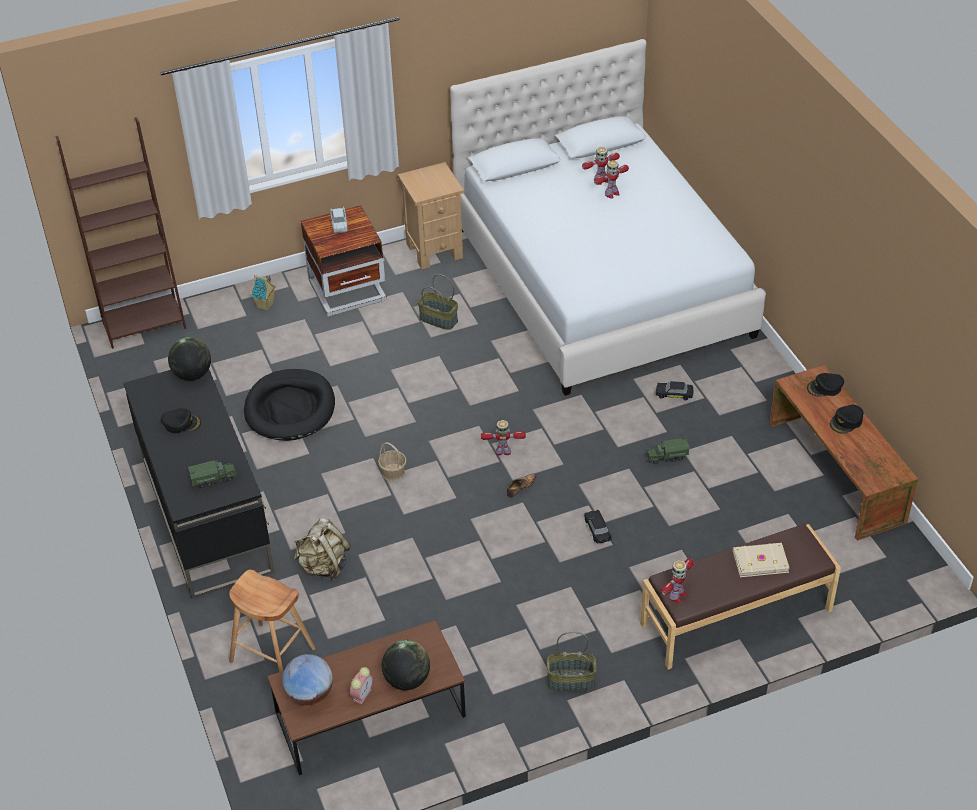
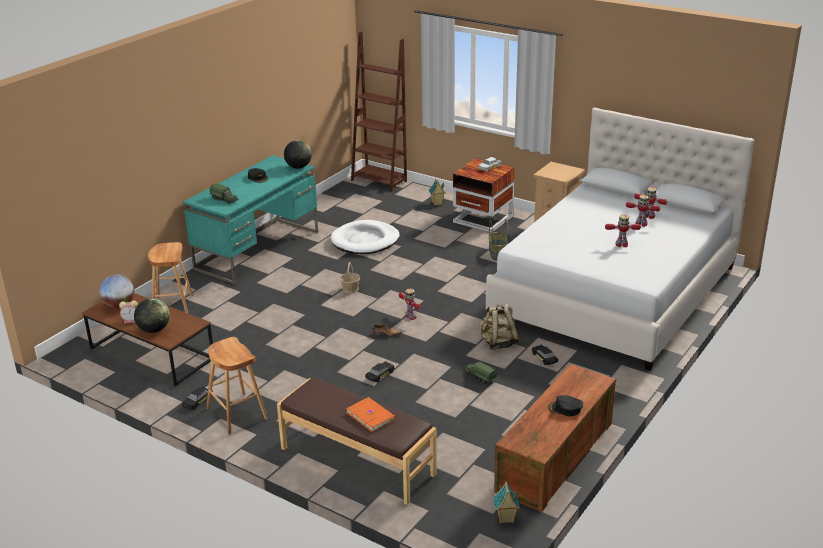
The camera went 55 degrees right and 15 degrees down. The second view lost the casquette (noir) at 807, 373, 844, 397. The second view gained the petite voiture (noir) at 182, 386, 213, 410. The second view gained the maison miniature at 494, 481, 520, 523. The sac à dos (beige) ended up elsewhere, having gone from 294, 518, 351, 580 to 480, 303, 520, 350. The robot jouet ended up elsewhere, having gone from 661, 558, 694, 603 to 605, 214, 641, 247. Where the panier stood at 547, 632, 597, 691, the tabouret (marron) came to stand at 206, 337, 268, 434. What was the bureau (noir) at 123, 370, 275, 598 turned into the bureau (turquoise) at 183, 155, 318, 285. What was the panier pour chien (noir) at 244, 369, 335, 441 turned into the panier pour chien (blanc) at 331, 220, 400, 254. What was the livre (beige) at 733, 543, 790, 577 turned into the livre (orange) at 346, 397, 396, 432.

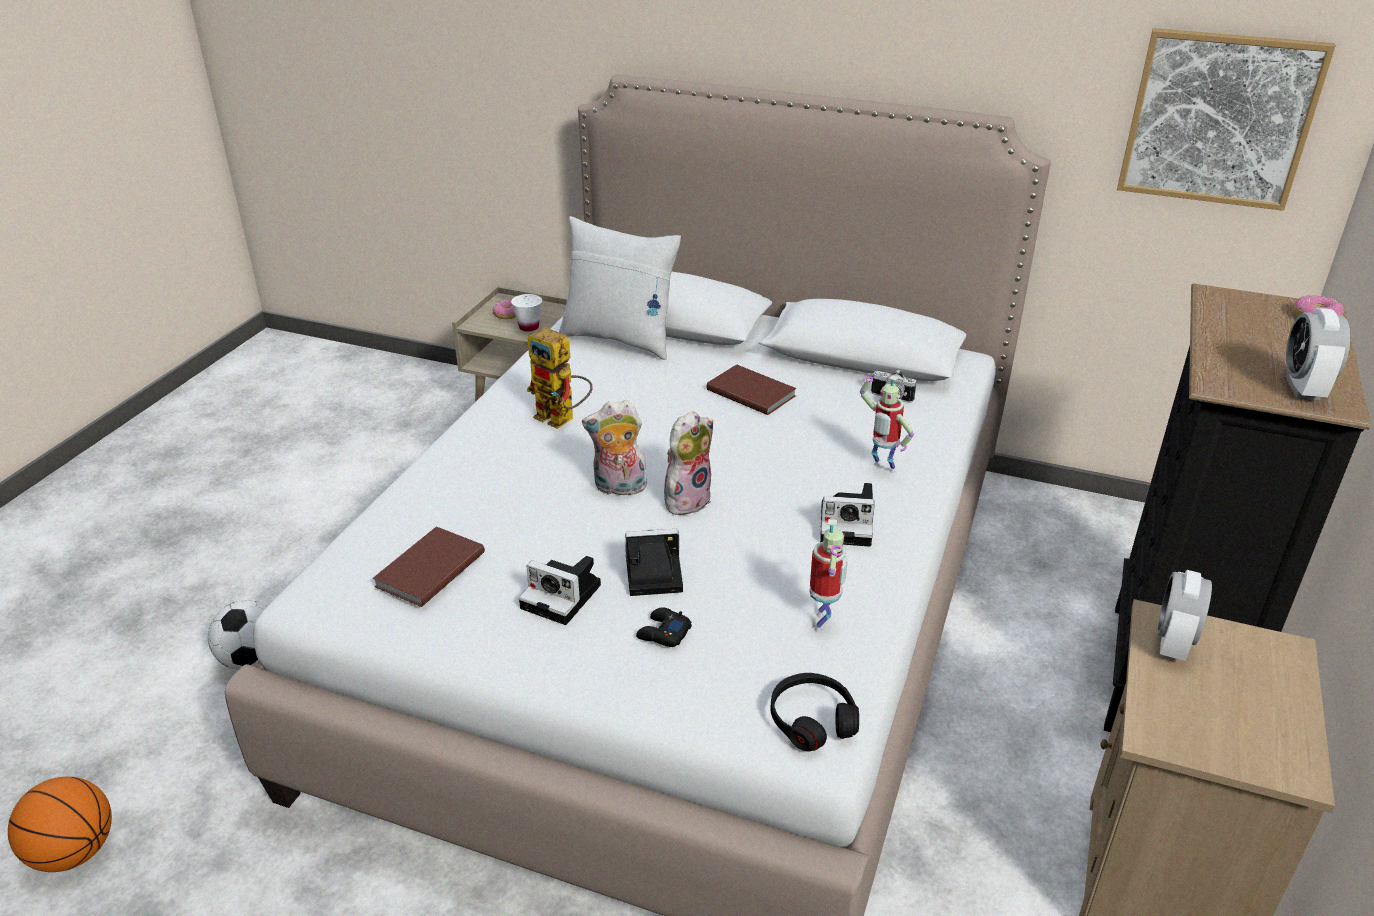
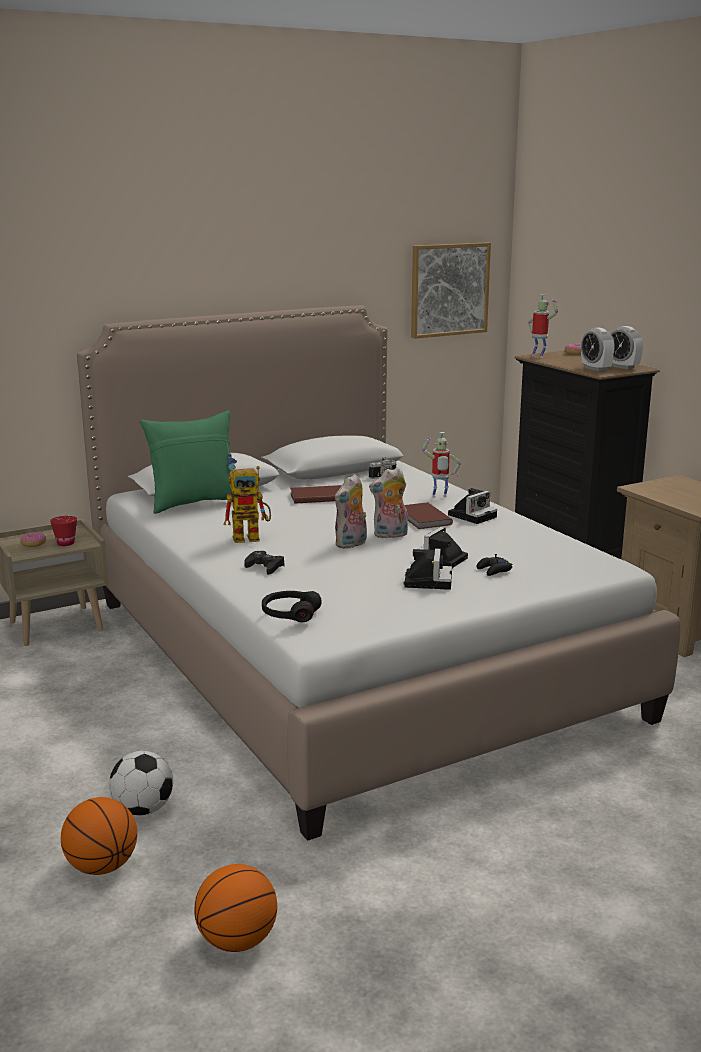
The camera went 50 degrees left and 15 degrees down. The second view gained the ballon de basket at 61, 797, 137, 875. The second view gained the manette (noir) at 244, 551, 284, 575. The livre (marron) ended up elsewhere, having gone from 372, 526, 485, 607 to 405, 502, 453, 529. The casque audio (noir) ended up elsewhere, having gone from 770, 673, 859, 751 to 262, 591, 322, 622. The robot jouet ended up elsewhere, having gone from 809, 519, 847, 632 to 528, 295, 558, 358. The réveil ended up elsewhere, having gone from 1157, 570, 1212, 661 to 581, 328, 615, 371. What was the tasse (blanc) at 511, 294, 542, 332 turned into the tasse (rouge) at 50, 516, 77, 546. What was the coussin (gris) at 559, 216, 681, 360 turned into the coussin (vert) at 140, 411, 237, 514. The appareil photo at 519, 556, 601, 625 ended up facing another way, 60 degrees counterclockwise from before. The peluche at 664, 411, 713, 515 ended up facing another way, 105 degrees counterclockwise from before.

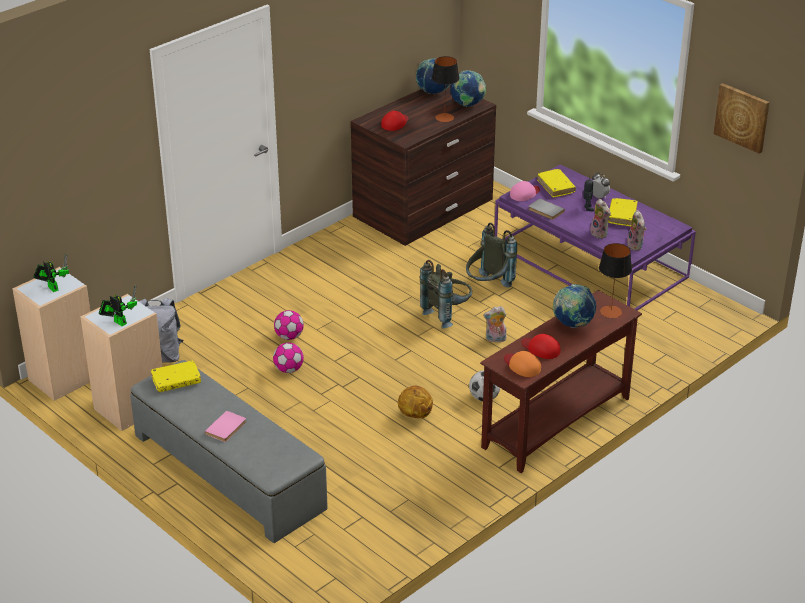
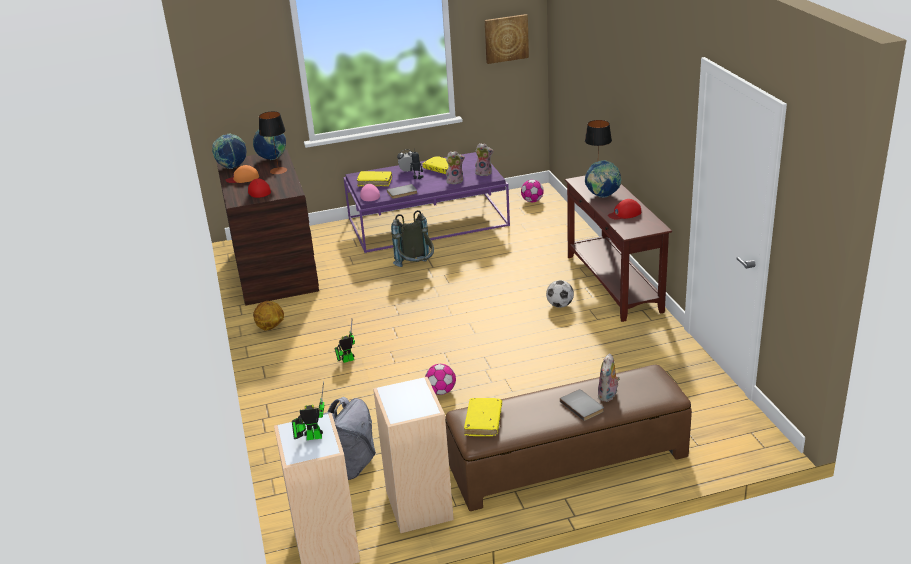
The camera went 60 degrees left and 5 degrees down. The second view lost the sac à dos (gris) at 420, 260, 472, 329. The robot jouet ended up elsewhere, having gone from 98, 285, 137, 326 to 334, 319, 355, 363. The ballon de foot ended up elsewhere, having gone from 274, 310, 304, 340 to 521, 180, 544, 202. The ballon de basket ended up elsewhere, having gone from 398, 386, 433, 418 to 253, 301, 284, 331. The peluche ended up elsewhere, having gone from 483, 306, 507, 342 to 598, 354, 620, 402. The casquette (orange) ended up elsewhere, having gone from 504, 351, 541, 377 to 226, 165, 259, 183. What was the banc (gris) at 130, 360, 328, 543 turned into the banc (marron) at 445, 364, 692, 511. What was the livre (rose) at 205, 411, 246, 442 turned into the livre (gris) at 560, 389, 604, 421.

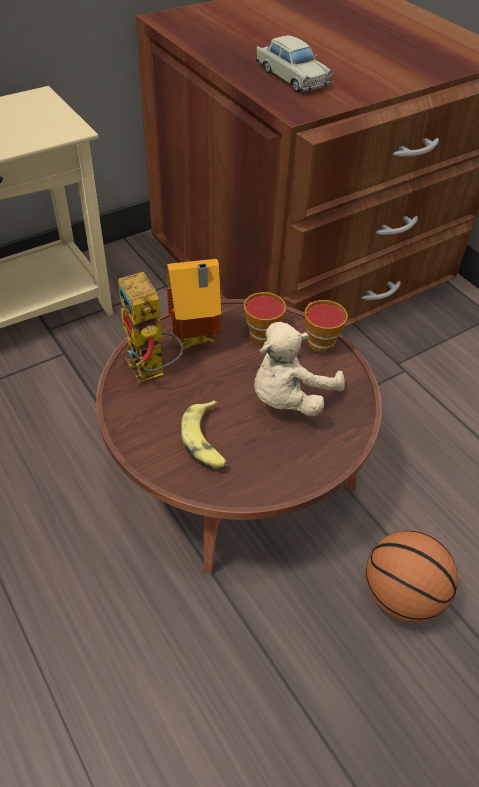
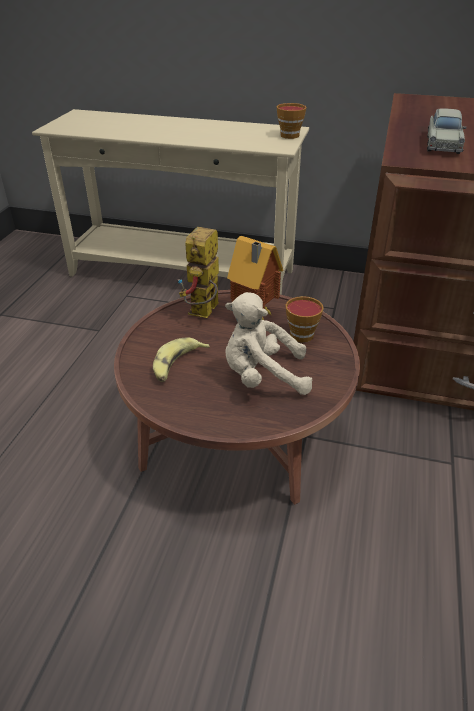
The camera went 50 degrees right and 10 degrees down. The second view lost the ballon de basket at 366, 530, 458, 623. The tasse ended up elsewhere, having gone from 304, 300, 348, 353 to 277, 103, 307, 139.

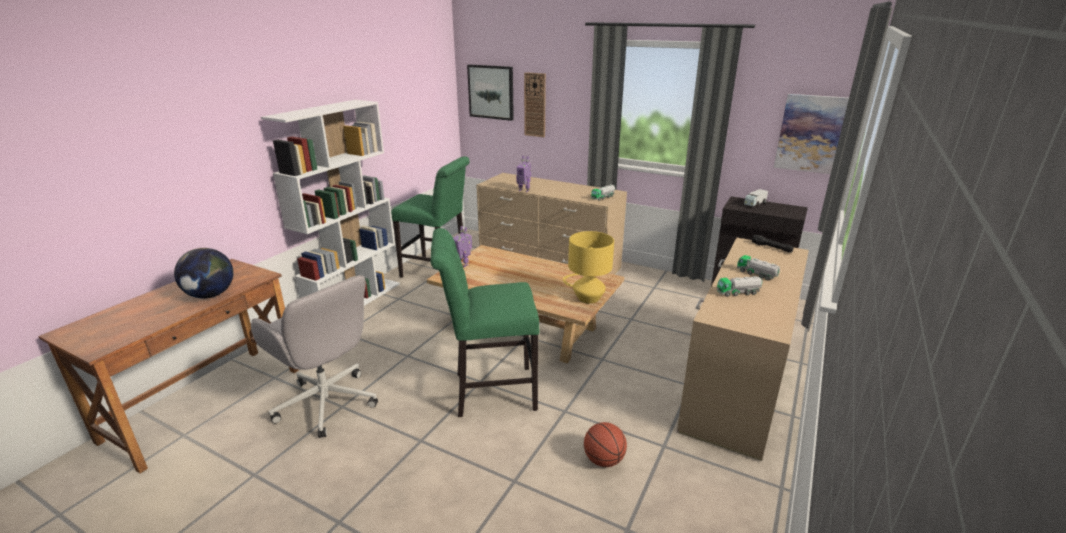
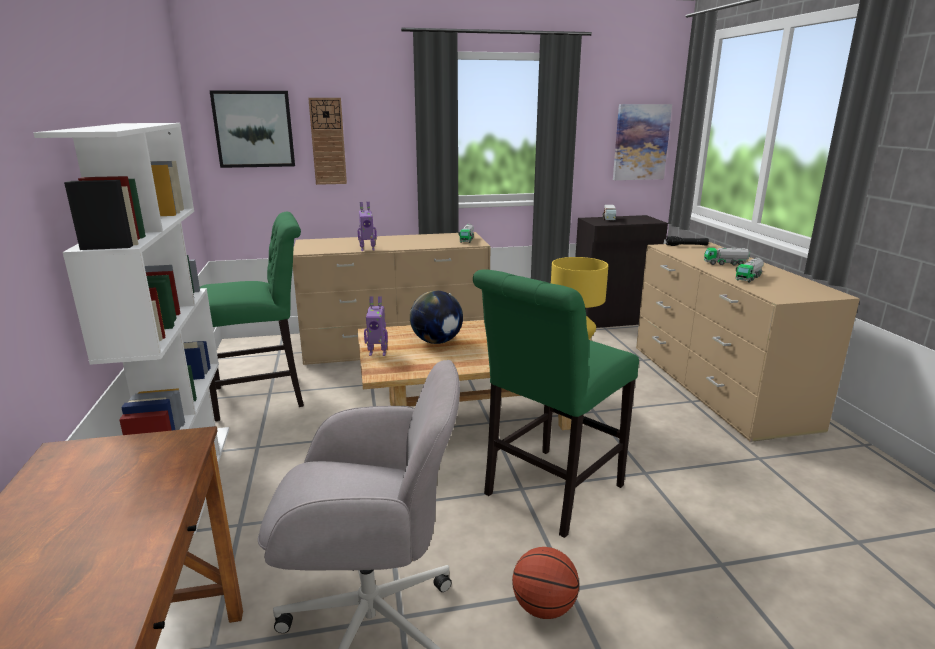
The camera went 40 degrees left and 5 degrees down. The globe ended up elsewhere, having gone from 174, 248, 233, 298 to 410, 291, 463, 344. The ballon de basket ended up elsewhere, having gone from 584, 422, 627, 467 to 512, 547, 579, 619.

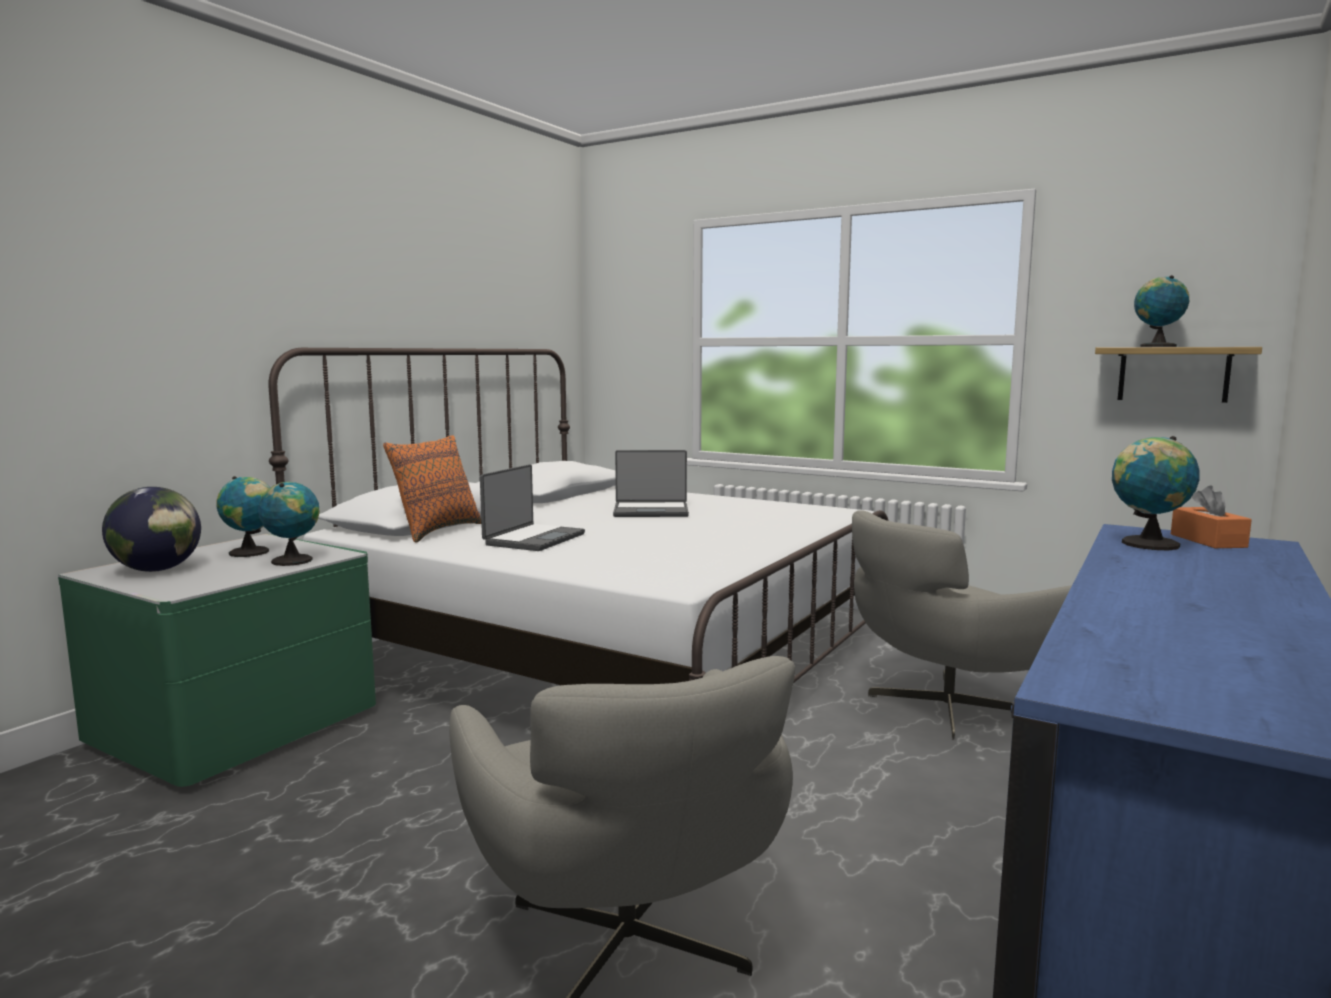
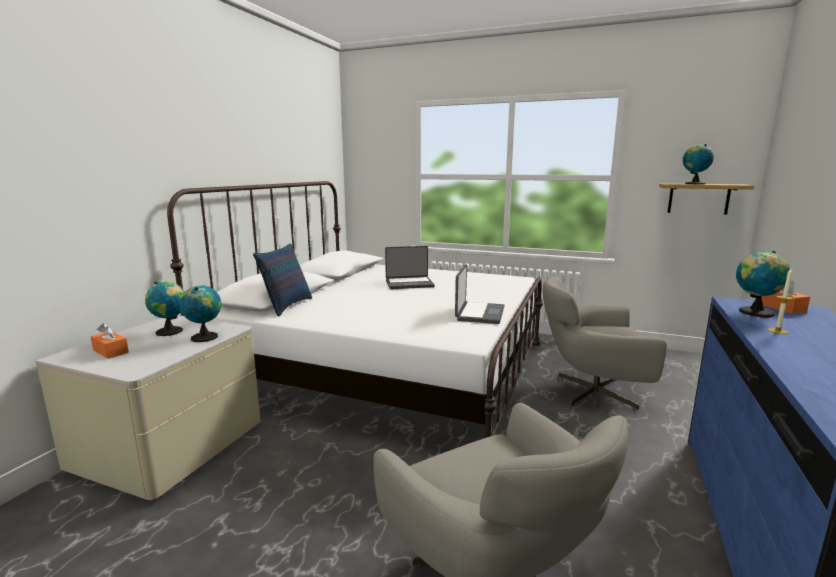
The camera went 10 degrees left and 5 degrees up. The second view gained the bougie at 767, 268, 794, 334. The ordinateur portable ended up elsewhere, having gone from 480, 464, 585, 551 to 455, 264, 505, 324. Where the globe stood at 102, 487, 201, 572, the boîte à mouchoirs (orange) came to stand at 91, 323, 129, 359. What was the table de chevet (vert) at 58, 534, 376, 787 turned into the table de chevet (beige) at 35, 315, 260, 500. What was the coussin (orange) at 383, 435, 481, 543 turned into the coussin (bleu) at 253, 244, 312, 316. The fauteuil (gris) at 852, 510, 1072, 740 ended up facing another way, 45 degrees clockwise from before.

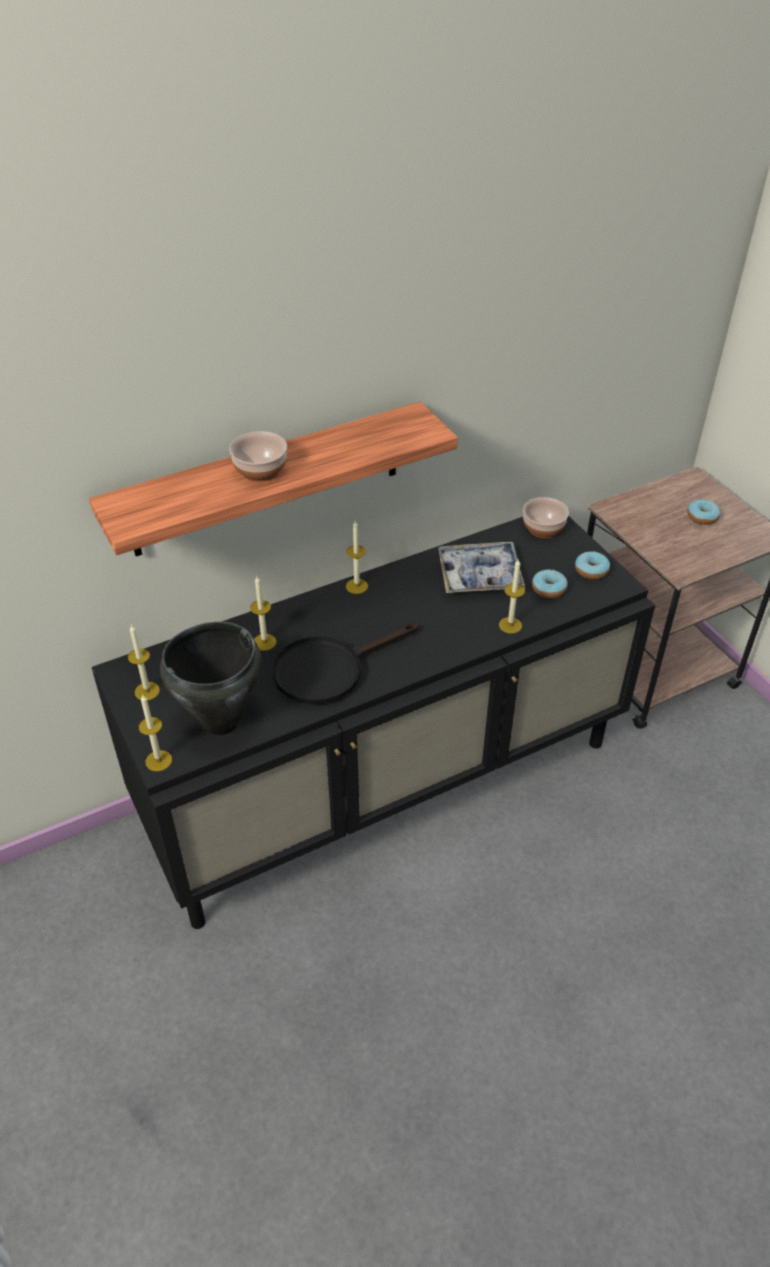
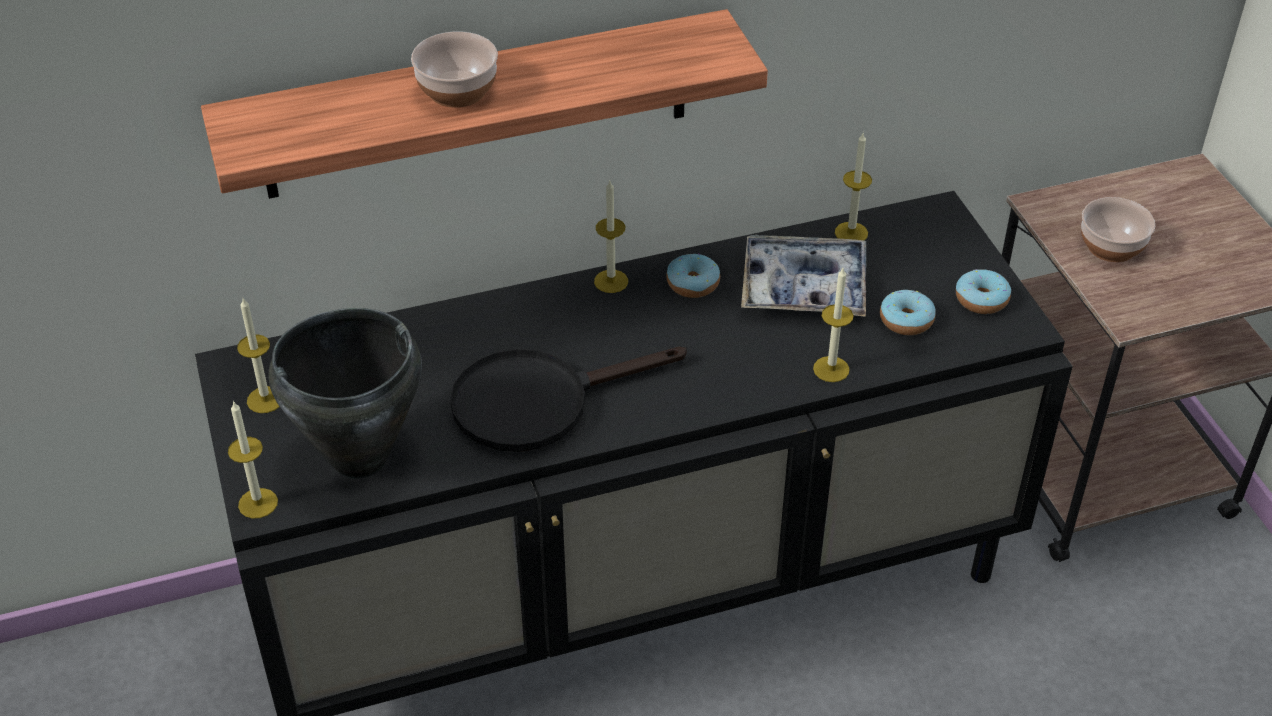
The camera went 10 degrees right and 0 degrees up. The bougie ended up elsewhere, having gone from 250, 576, 276, 651 to 835, 133, 872, 241. The bol ended up elsewhere, having gone from 523, 497, 569, 538 to 1081, 197, 1155, 262. The beignet ended up elsewhere, having gone from 687, 499, 720, 525 to 666, 253, 720, 298.

